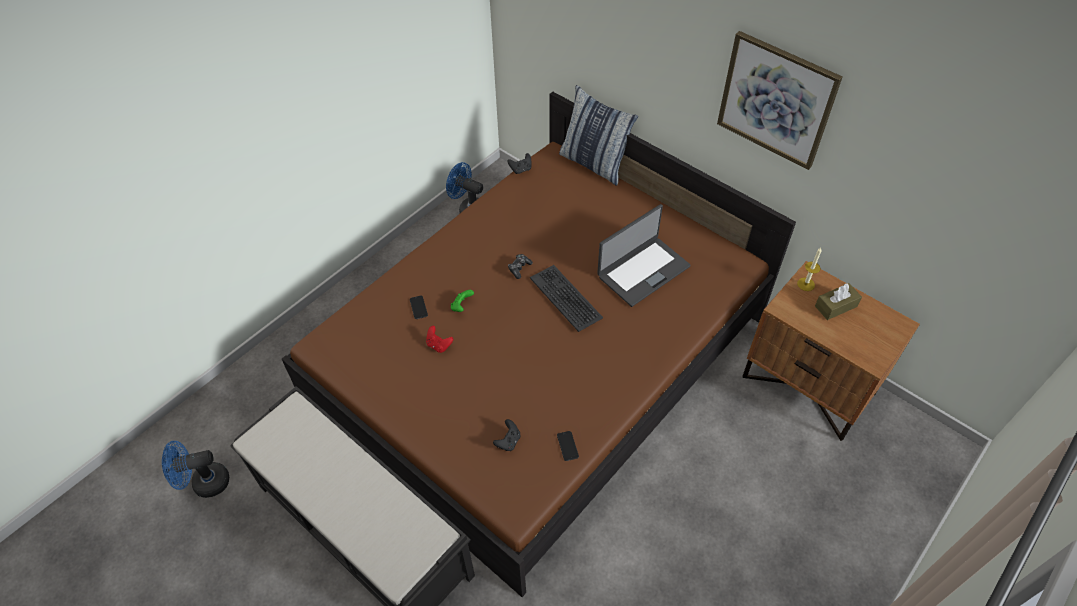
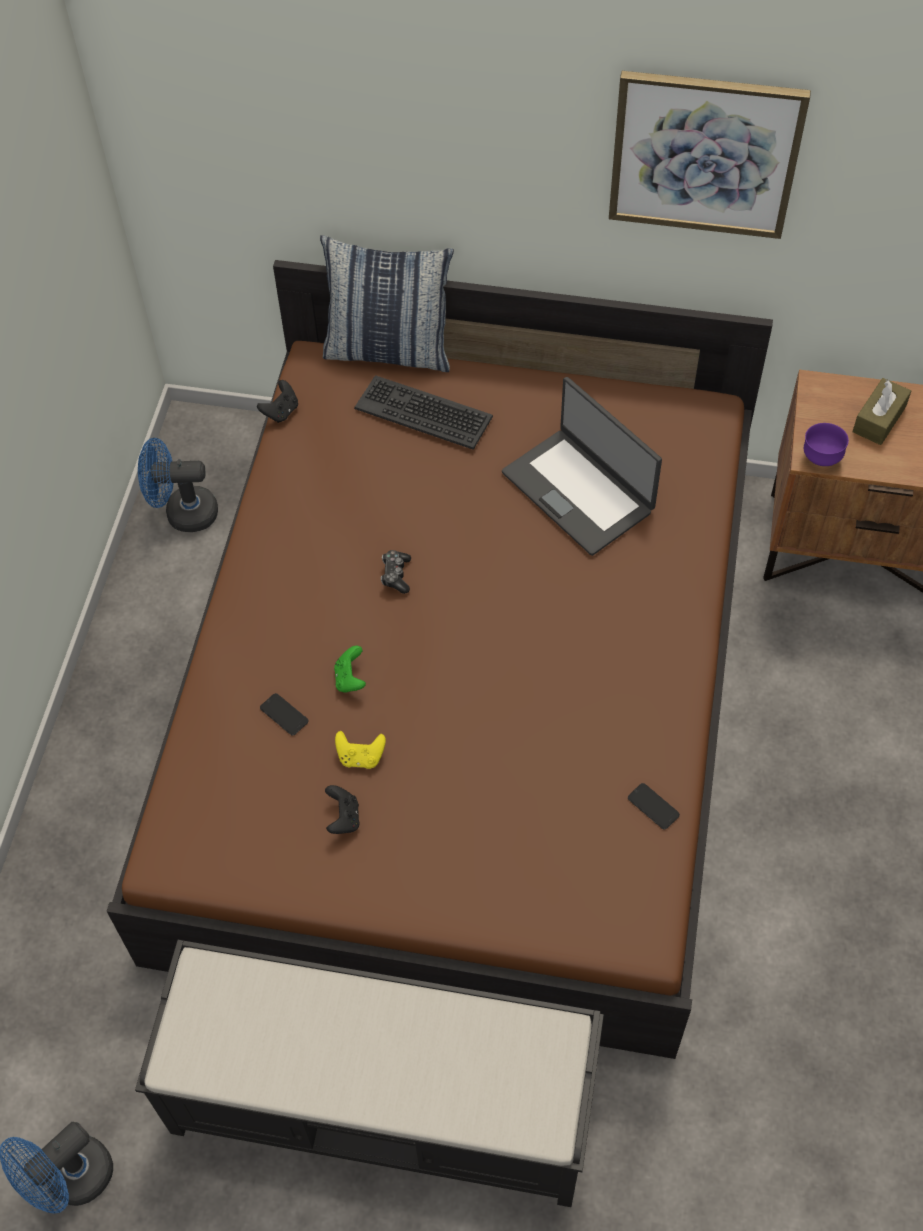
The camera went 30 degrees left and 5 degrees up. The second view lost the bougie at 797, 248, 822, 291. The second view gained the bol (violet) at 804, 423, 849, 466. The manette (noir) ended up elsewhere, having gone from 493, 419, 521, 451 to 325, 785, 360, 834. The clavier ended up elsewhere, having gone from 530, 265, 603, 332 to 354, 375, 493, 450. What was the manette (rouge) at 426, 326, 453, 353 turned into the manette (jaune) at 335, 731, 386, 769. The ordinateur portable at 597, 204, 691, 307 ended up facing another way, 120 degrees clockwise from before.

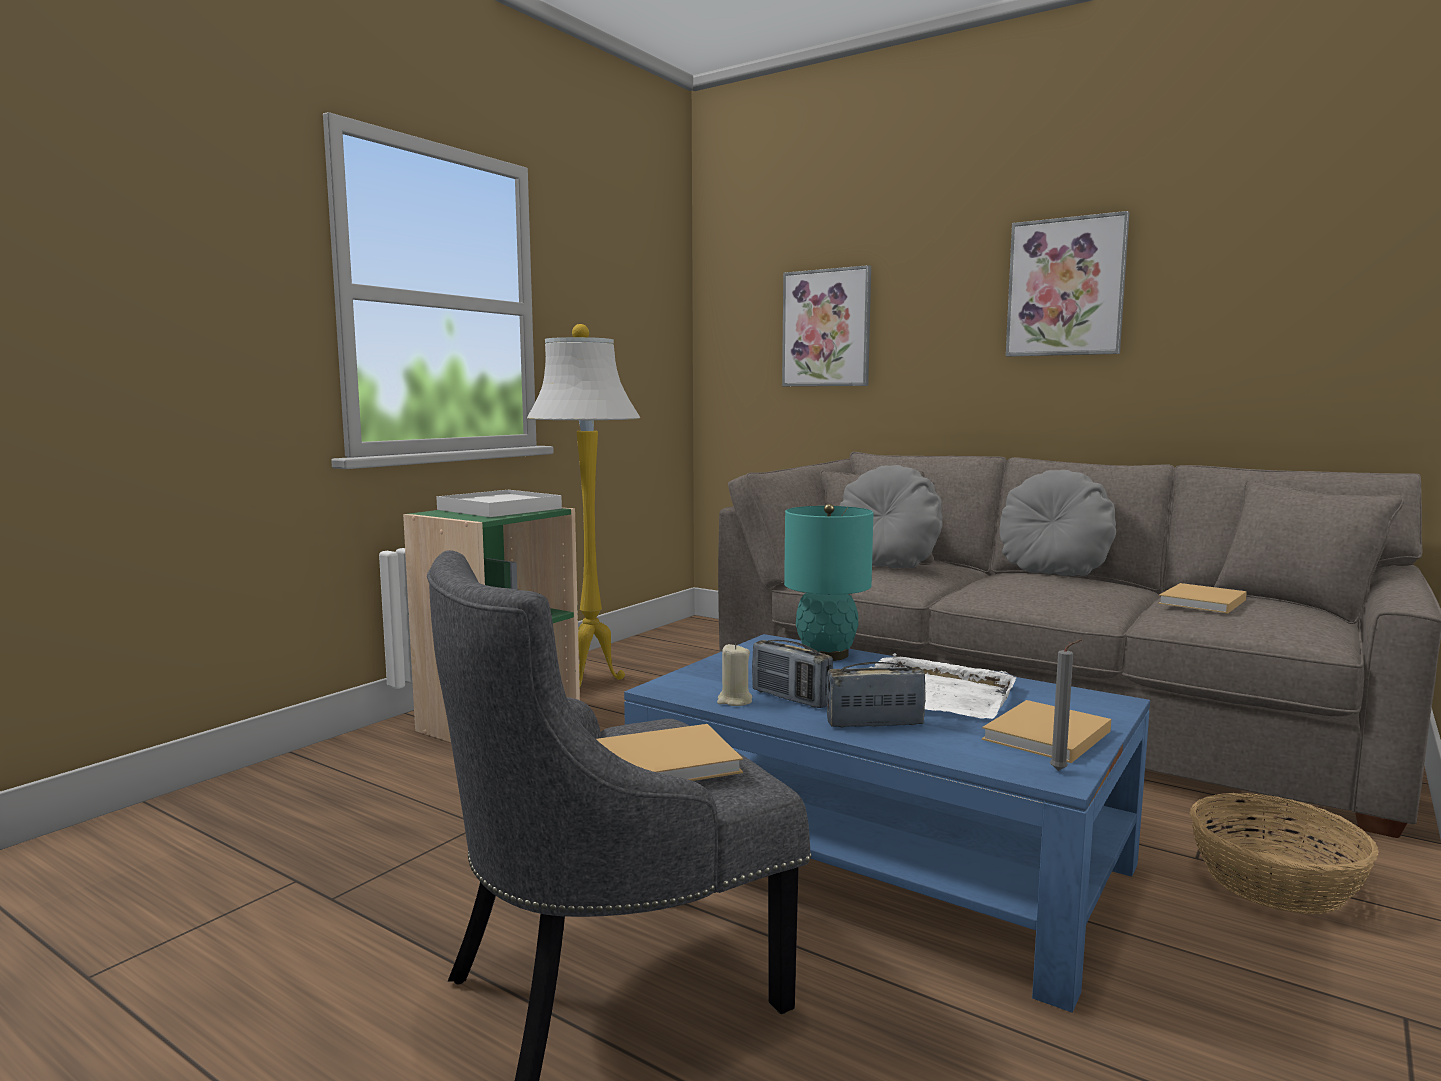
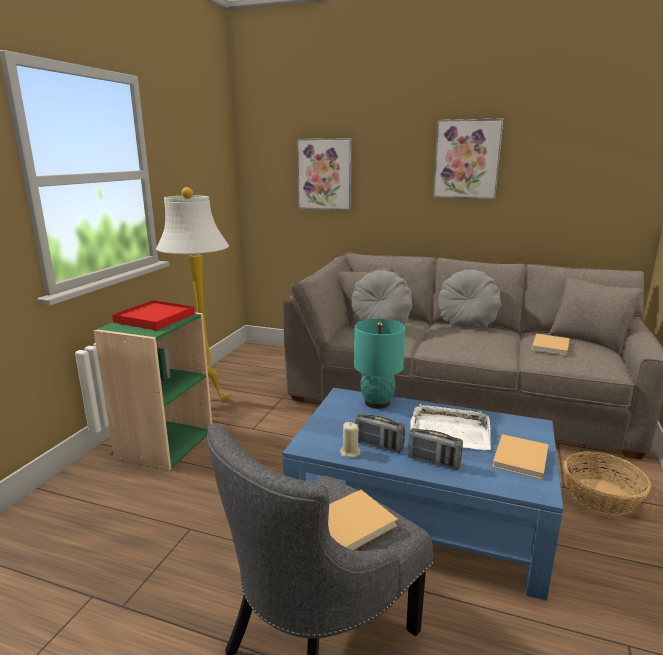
The camera went 15 degrees left and 10 degrees up. The second view lost the bougie (gris) at 1050, 639, 1082, 771. What was the plateau (blanc) at 436, 490, 562, 517 turned into the plateau (rouge) at 112, 300, 195, 331. The radio at 827, 662, 926, 728 ended up facing another way, 135 degrees counterclockwise from before.

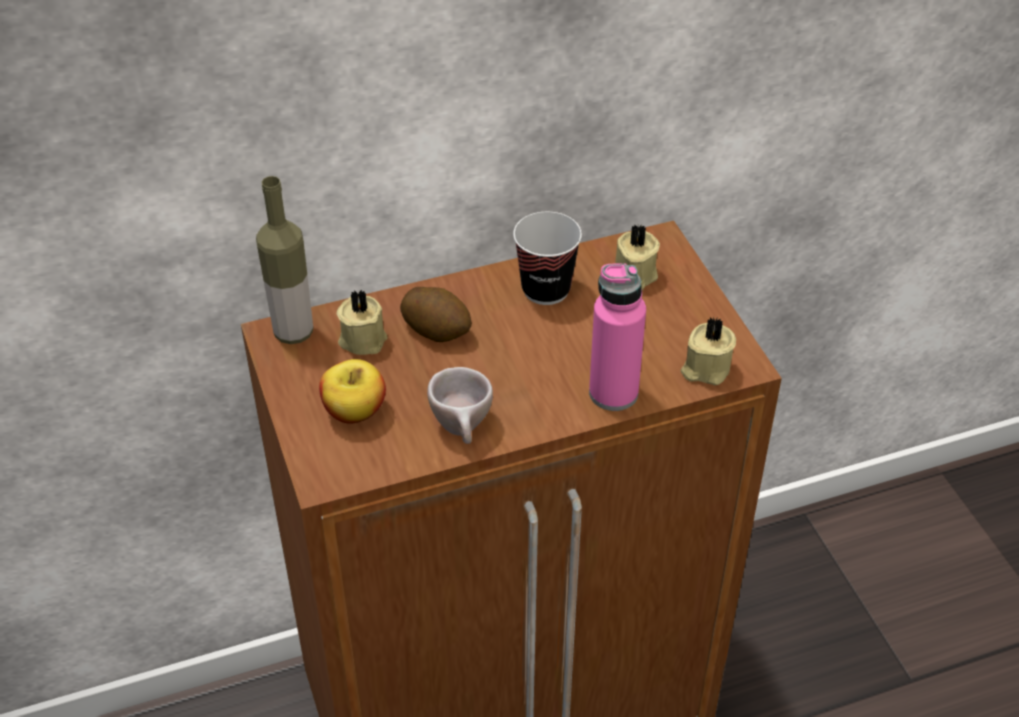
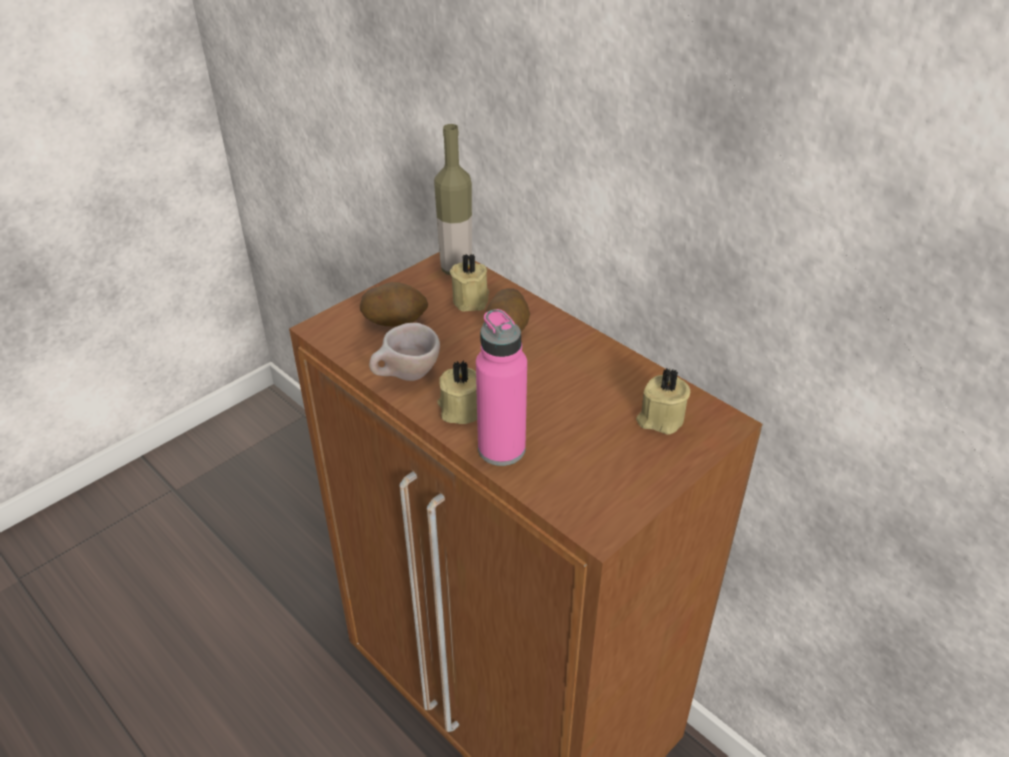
The camera went 65 degrees right and 5 degrees down. The second view lost the tasse at 513, 212, 582, 305. The bougie (beige) ended up elsewhere, having gone from 680, 317, 736, 385 to 437, 361, 477, 424. Where the pomme stood at 319, 359, 386, 424, the pomme de terre came to stand at 360, 282, 428, 326.

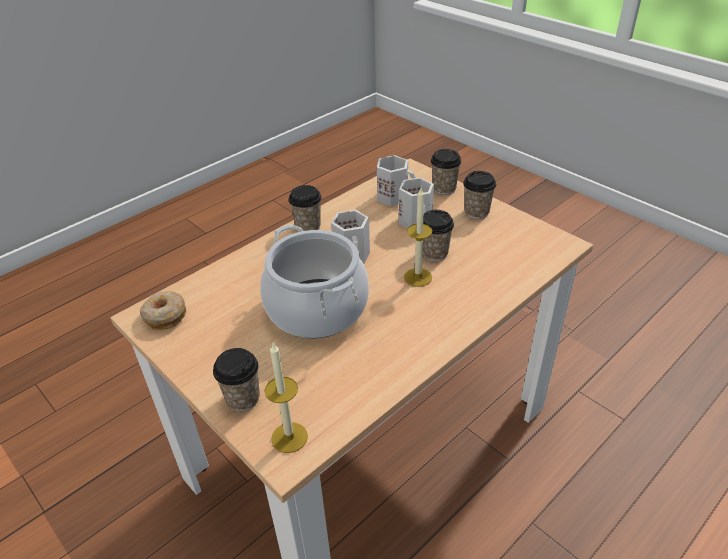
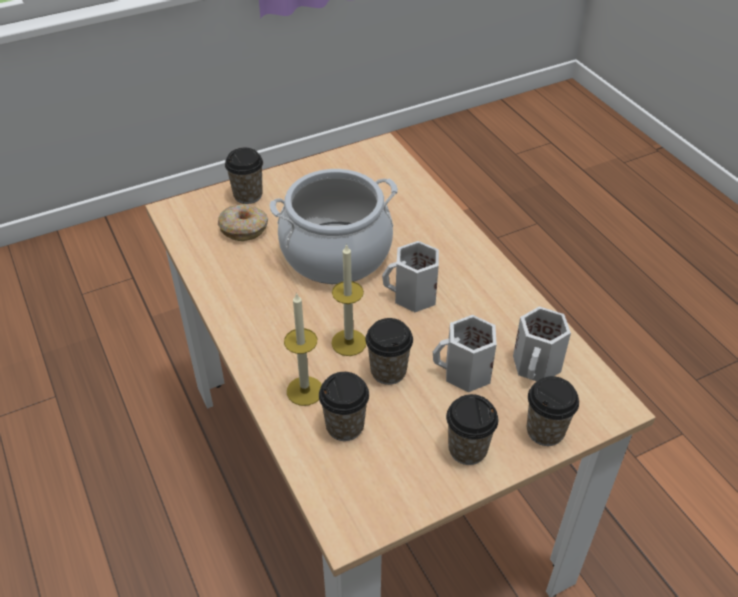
The camera went 105 degrees right and 5 degrees up. The beignet ended up elsewhere, having gone from 140, 291, 186, 330 to 218, 204, 268, 241. The bougie ended up elsewhere, having gone from 264, 343, 308, 453 to 284, 292, 322, 406. The tasse ended up elsewhere, having gone from 289, 185, 322, 232 to 319, 372, 369, 441.

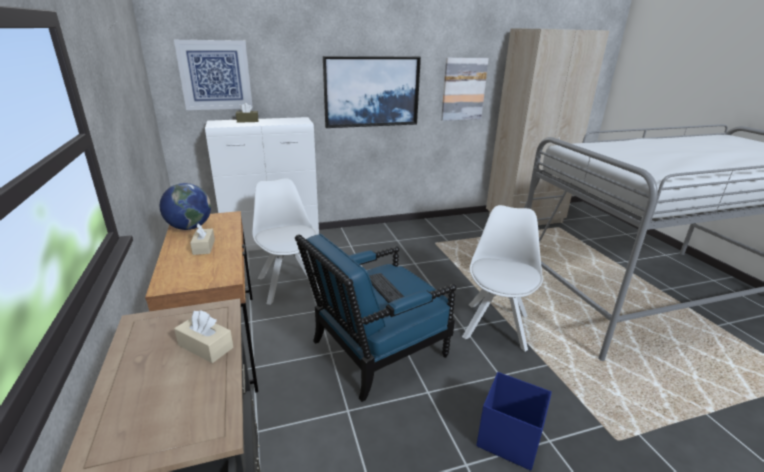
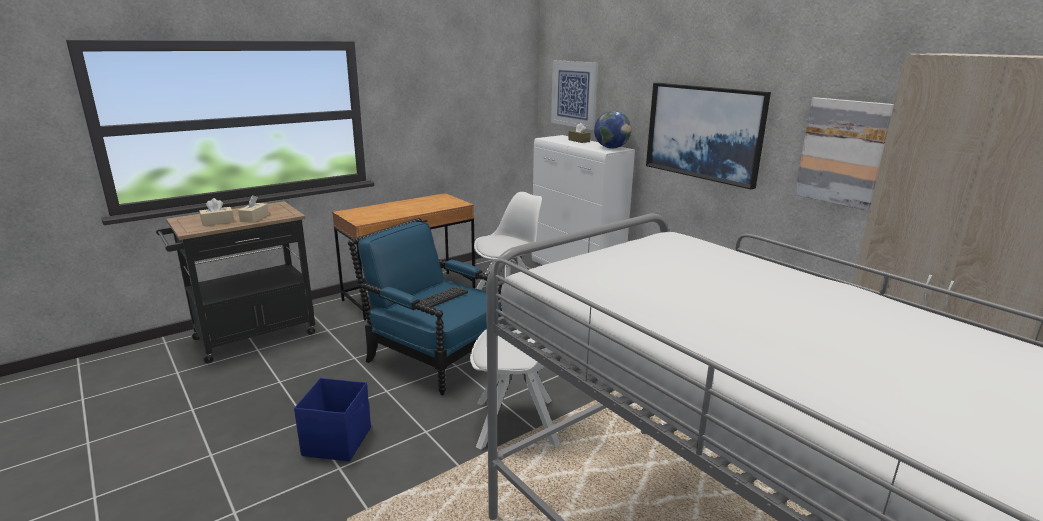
The camera went 70 degrees right and 5 degrees down. The globe ended up elsewhere, having gone from 160, 183, 211, 230 to 594, 111, 631, 149. The boîte à mouchoirs (beige) ended up elsewhere, having gone from 190, 223, 215, 255 to 199, 198, 234, 226.

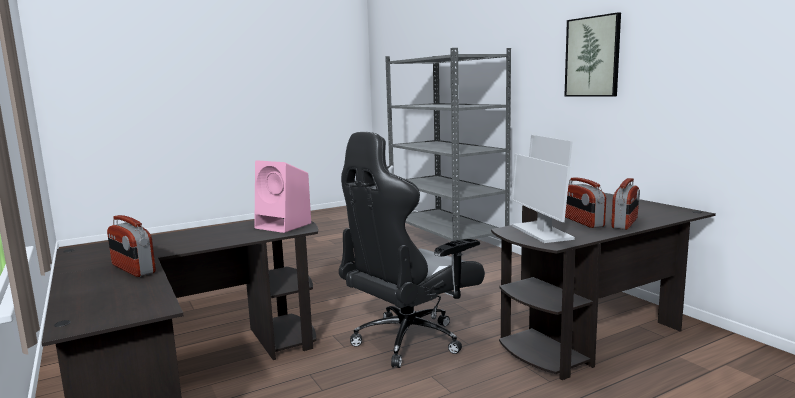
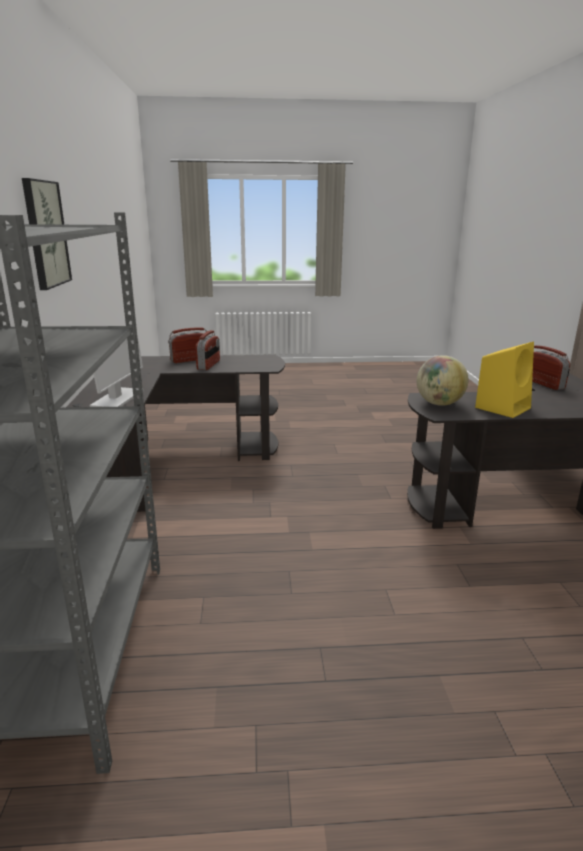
The camera went 155 degrees left and 10 degrees up. The second view lost the chaise de bureau (noir) at 339, 132, 485, 368. The second view lost the écran d'ordinateur at 511, 154, 575, 243. The second view gained the enceinte (jaune) at 475, 341, 534, 418. Where the enceinte (rose) stood at 254, 160, 311, 233, the globe came to stand at 417, 355, 469, 406.

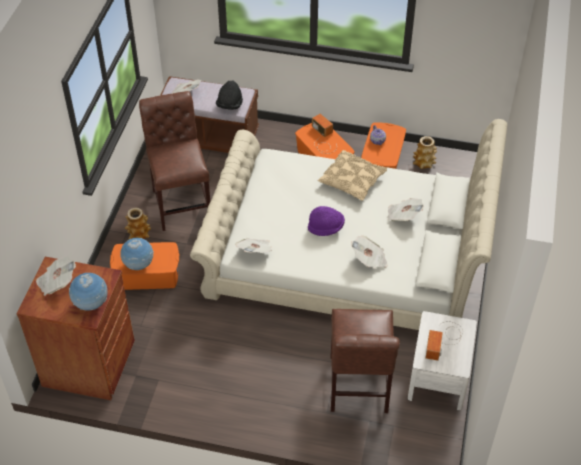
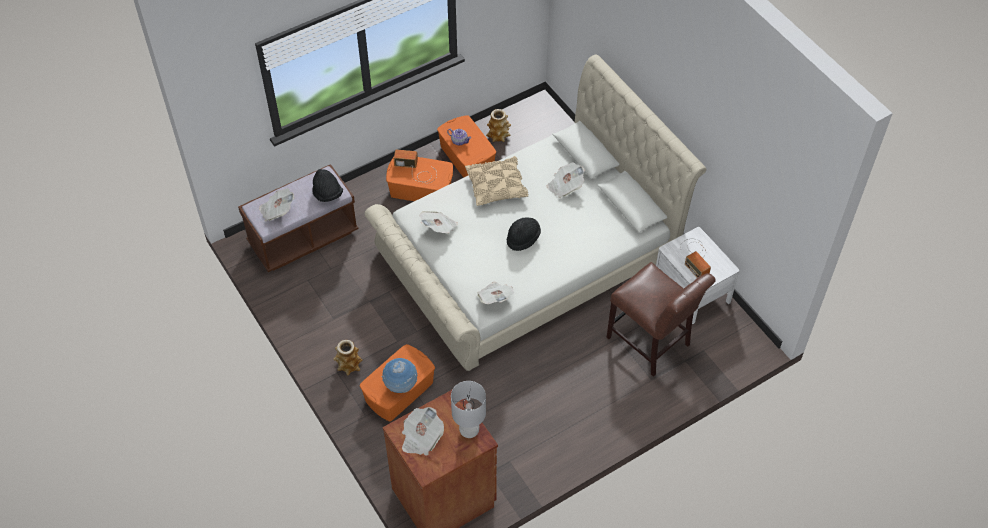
The camera went 45 degrees left and 5 degrees up. The second view lost the chaise (marron) at 139, 91, 210, 231. The journal ended up elsewhere, having gone from 351, 236, 388, 269 to 419, 211, 458, 234. Where the globe stood at 69, 273, 108, 310, the lampe de table (gris) came to stand at 451, 381, 486, 438. What was the chapeau (violet) at 308, 206, 345, 236 turned into the chapeau (noir) at 507, 217, 541, 251.

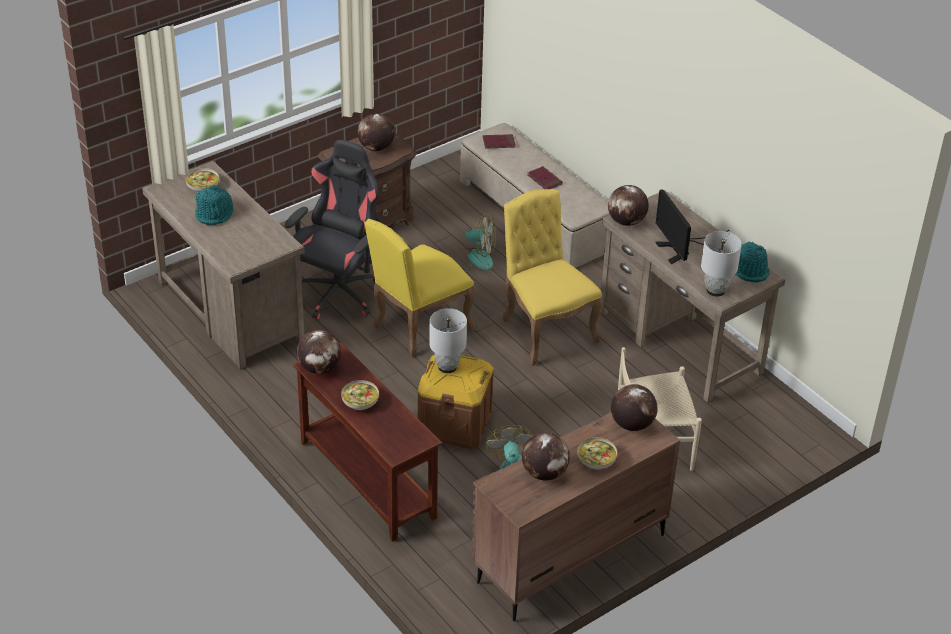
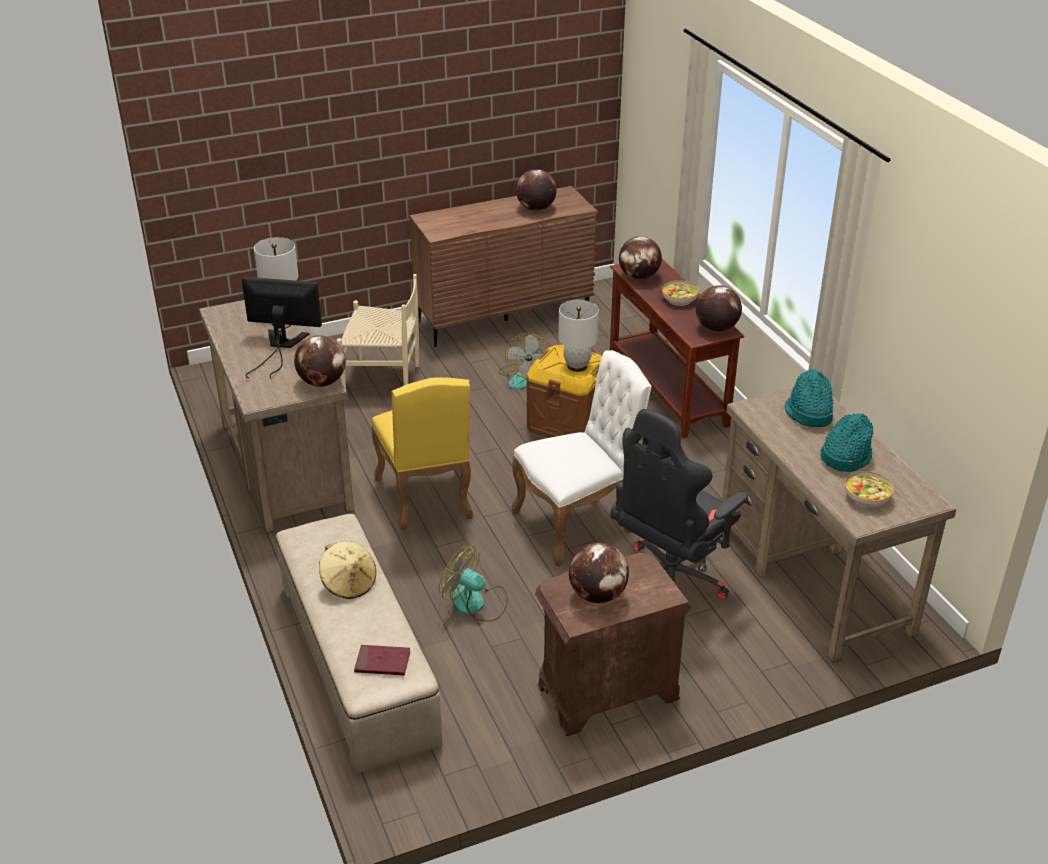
The camera went 165 degrees left and 5 degrees down. The second view lost the bol at 578, 437, 617, 470. The globe ended up elsewhere, having gone from 611, 384, 658, 431 to 619, 236, 662, 280. The chapeau (turquoise) ended up elsewhere, having gone from 735, 242, 770, 283 to 785, 369, 834, 427. Where the livre (rouge) stood at 528, 166, 563, 189, the chapeau (beige) came to stand at 319, 541, 376, 599. What was the chaise (jaune) at 364, 219, 475, 357 turned into the chaise (blanc) at 512, 350, 652, 567. The écran d'ordinateur at 656, 189, 729, 264 ended up facing another way, 75 degrees counterclockwise from before.

